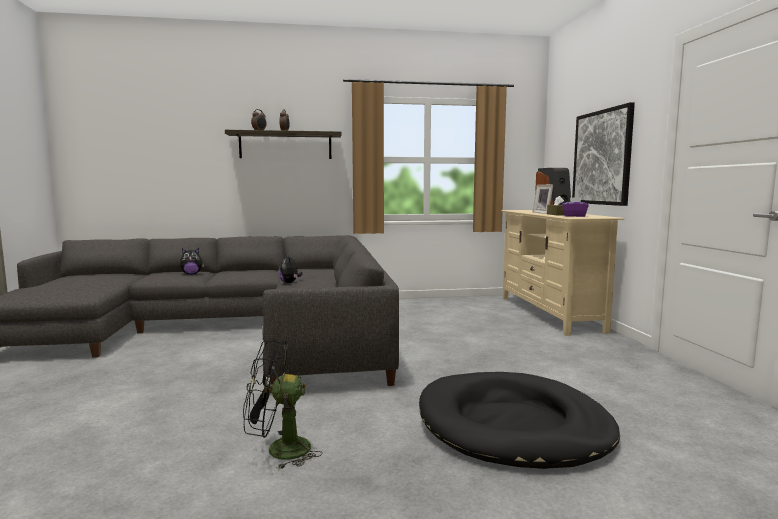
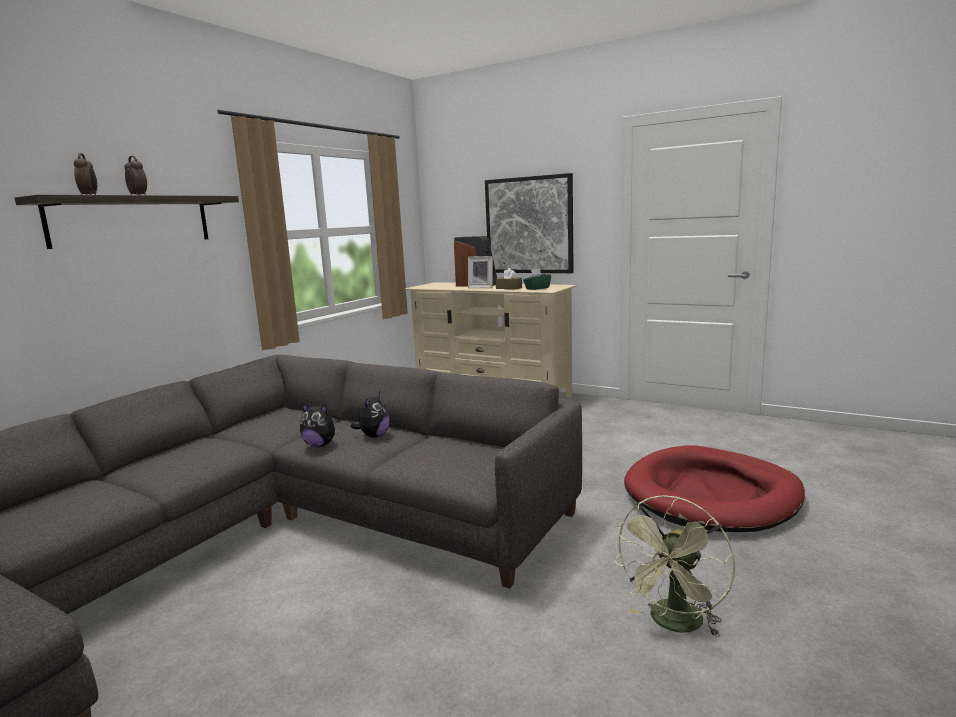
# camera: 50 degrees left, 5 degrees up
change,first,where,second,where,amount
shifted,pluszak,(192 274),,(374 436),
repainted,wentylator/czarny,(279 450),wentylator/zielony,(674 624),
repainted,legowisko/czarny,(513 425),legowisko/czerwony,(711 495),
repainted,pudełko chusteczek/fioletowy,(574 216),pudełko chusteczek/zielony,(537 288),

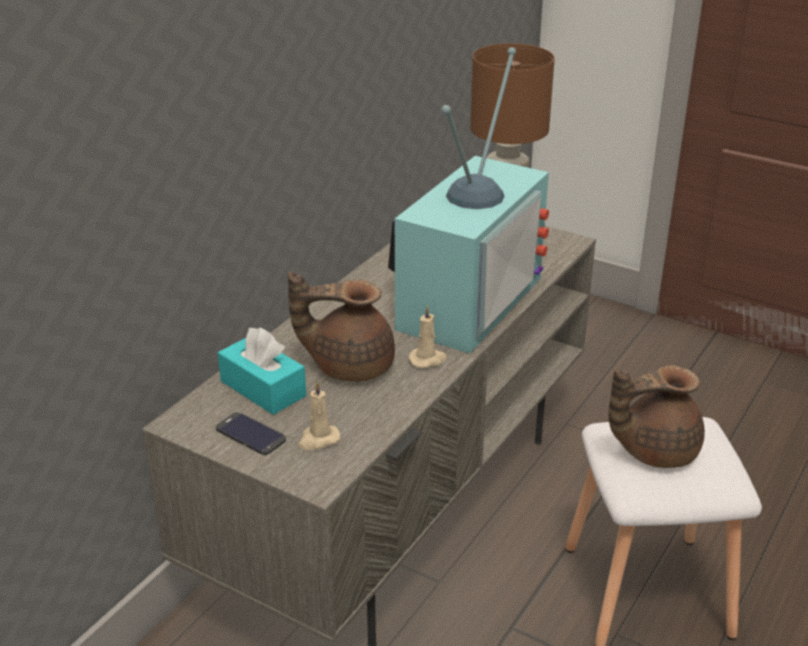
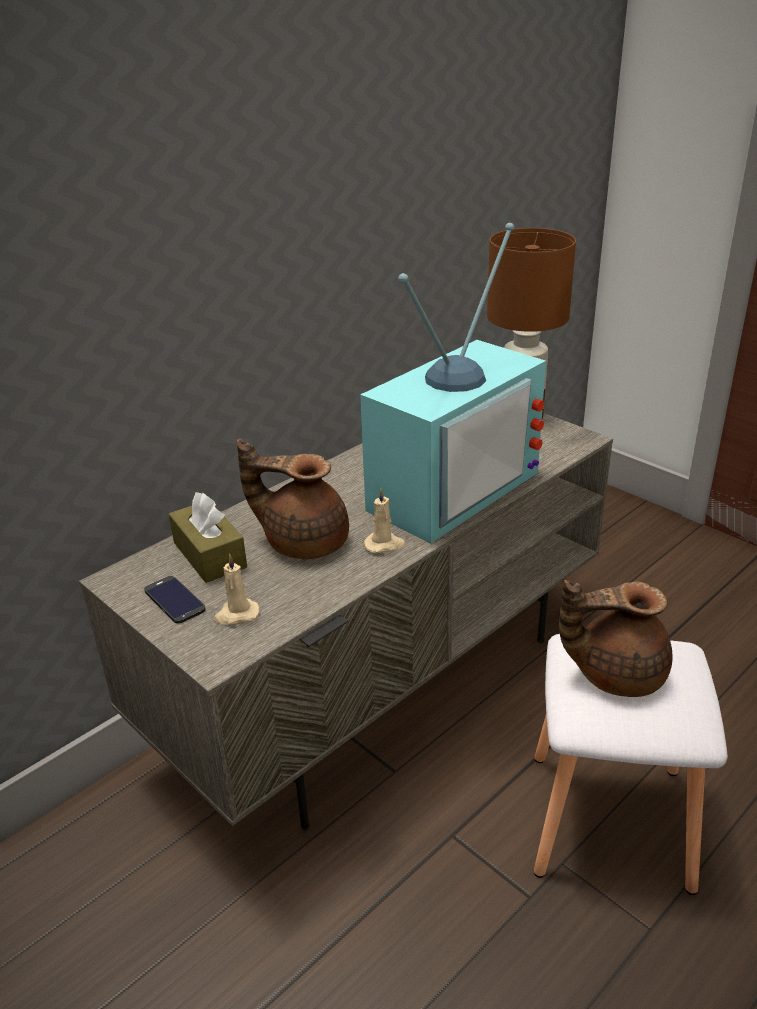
# camera: 15 degrees right, 0 degrees up
change,first,where,second,where,amount
repainted,pudełko chusteczek/turkusowy,(263 388),pudełko chusteczek/brązowy,(209 555),

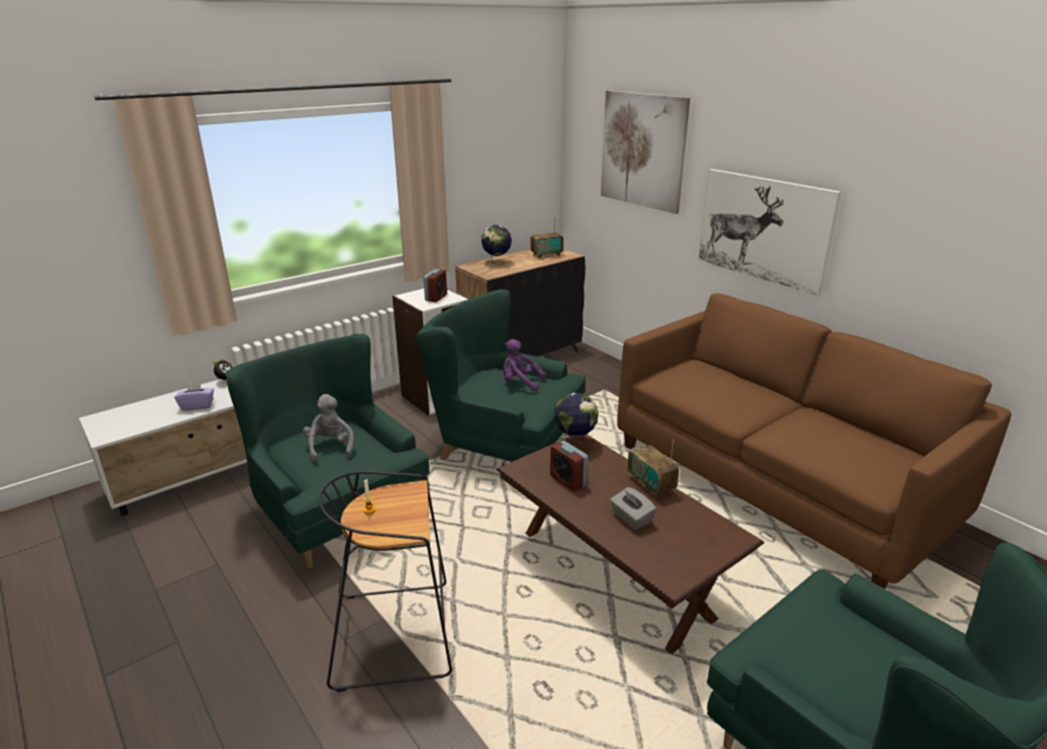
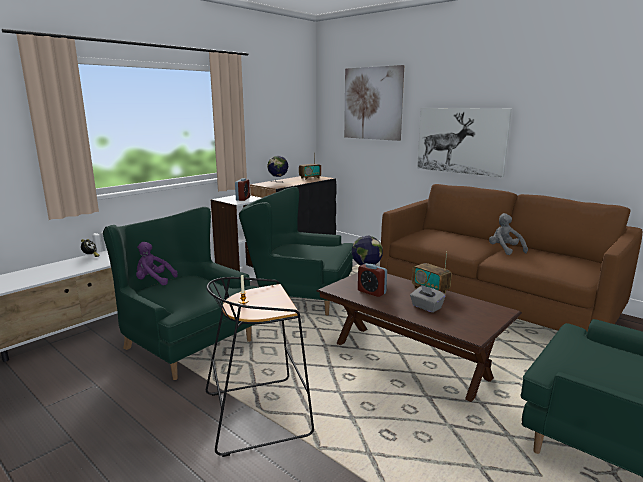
# camera: 10 degrees left, 10 degrees down
change,first,where,second,where,amount
gone,pudełko chusteczek/fioletowy,(197 406),,,
shifted,pluszak/szary,(330 447),,(504 250),
shifted,pluszak/fioletowy,(520 383),,(154 281),

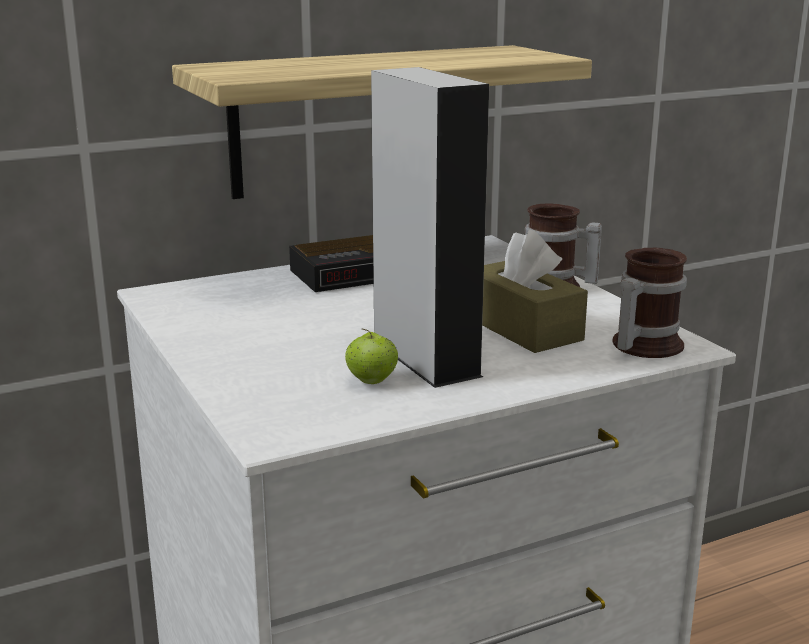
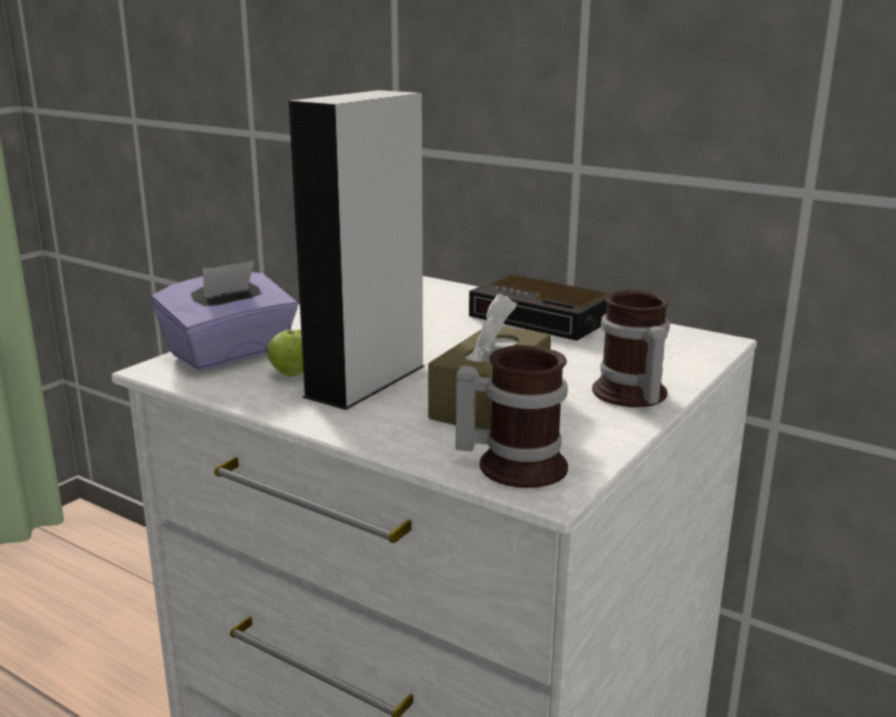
# camera: 60 degrees right, 0 degrees up
change,first,where,second,where,amount
gone,półka,(356 120),,,
new,,,pudełko chusteczek/fioletowy,(231 353),

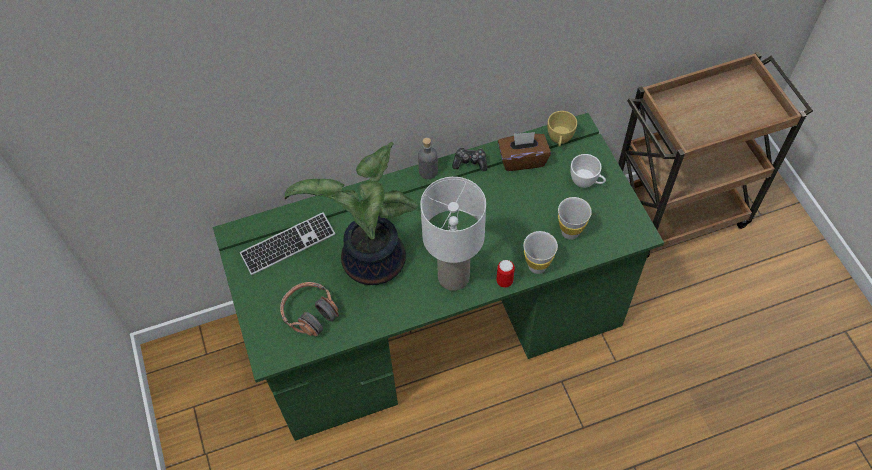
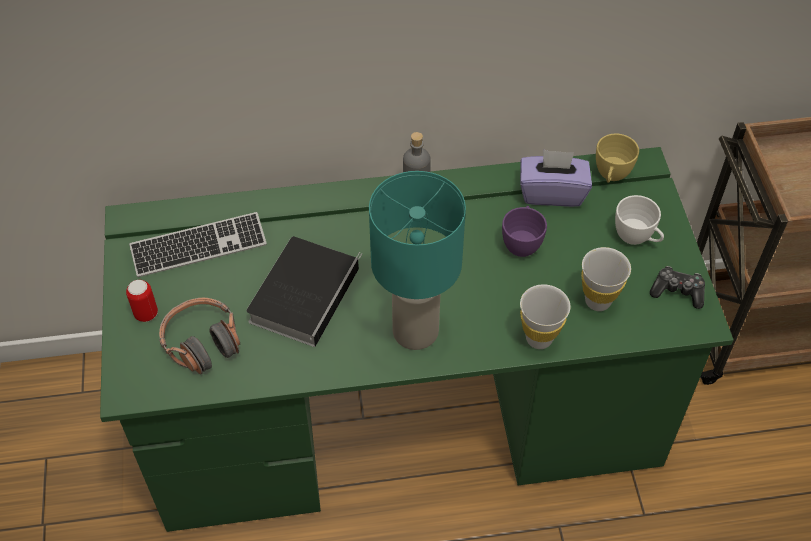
# camera: 10 degrees right, 5 degrees down
change,first,where,second,where,amount
swapped,roślina doniczkowa,(371 264),książka,(305 292),
repainted,lampa stołowa/biały,(453 276),lampa stołowa/turkusowy,(415 330),
shifted,pad do gier,(470 162),,(677 291),
shifted,puszka,(504 281),,(146 314),
repainted,pudełko chusteczek/brązowy,(522 159),pudełko chusteczek/fioletowy,(552 192),
new,,,filiżanka/fioletowy,(522 243),

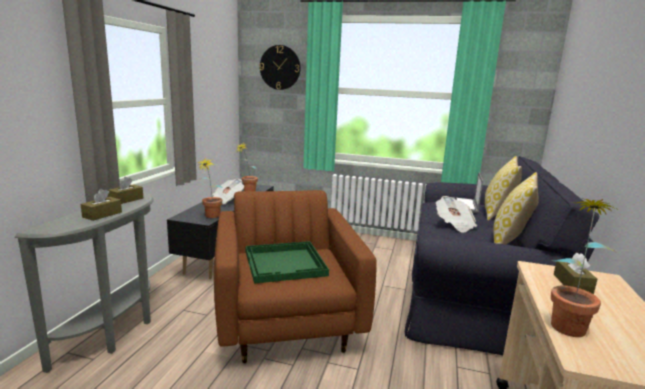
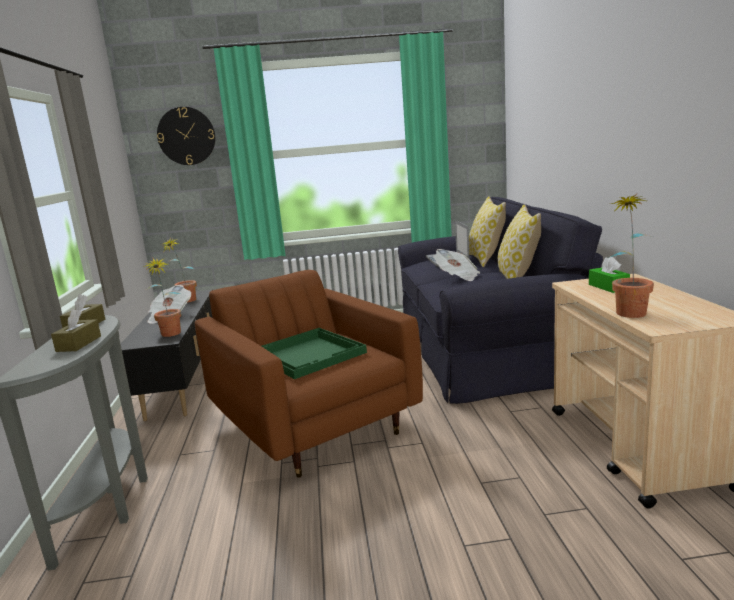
# camera: 20 degrees left, 0 degrees up
change,first,where,second,where,amount
repainted,pudełko chusteczek/brązowy,(572 284),pudełko chusteczek/zielony,(608 287),

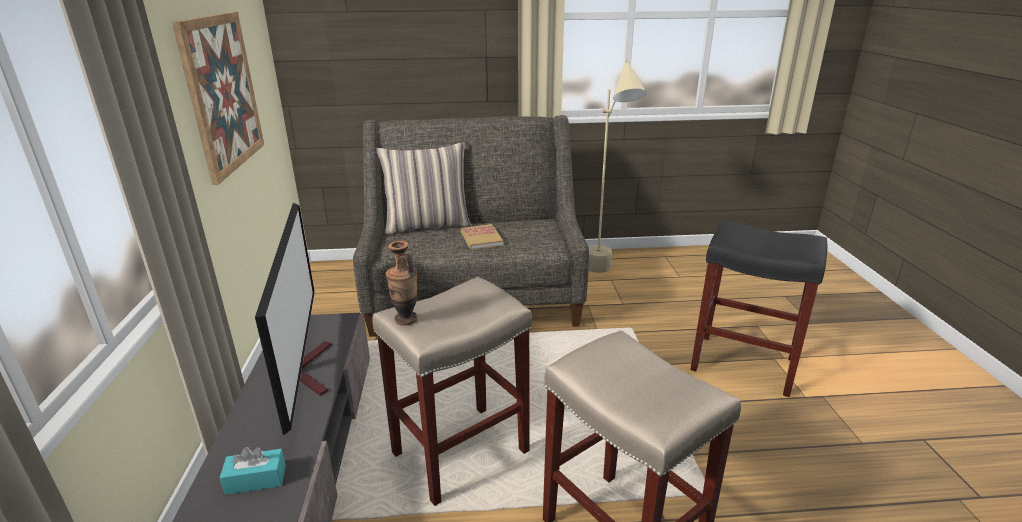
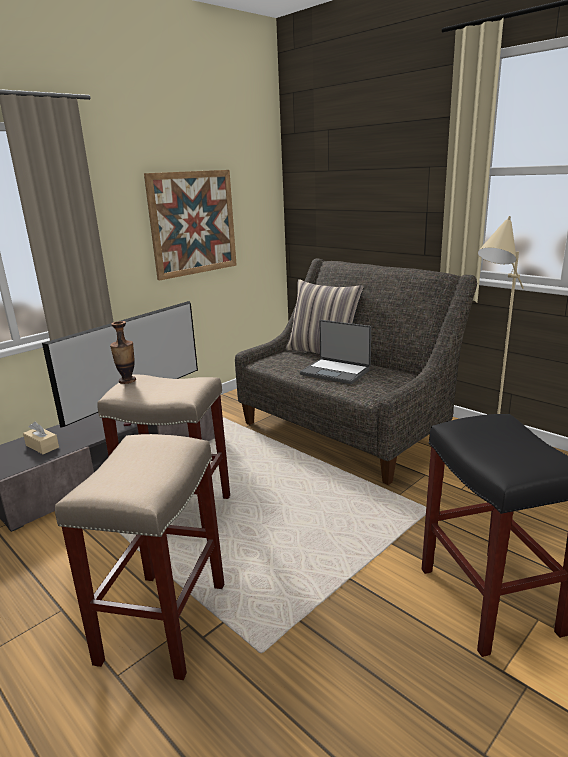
# camera: 50 degrees right, 5 degrees down
change,first,where,second,where,amount
repainted,pudełko chusteczek/turkusowy,(256 479),pudełko chusteczek/beżowy,(42 446),
swapped,książka,(481 239),laptop,(336 372),

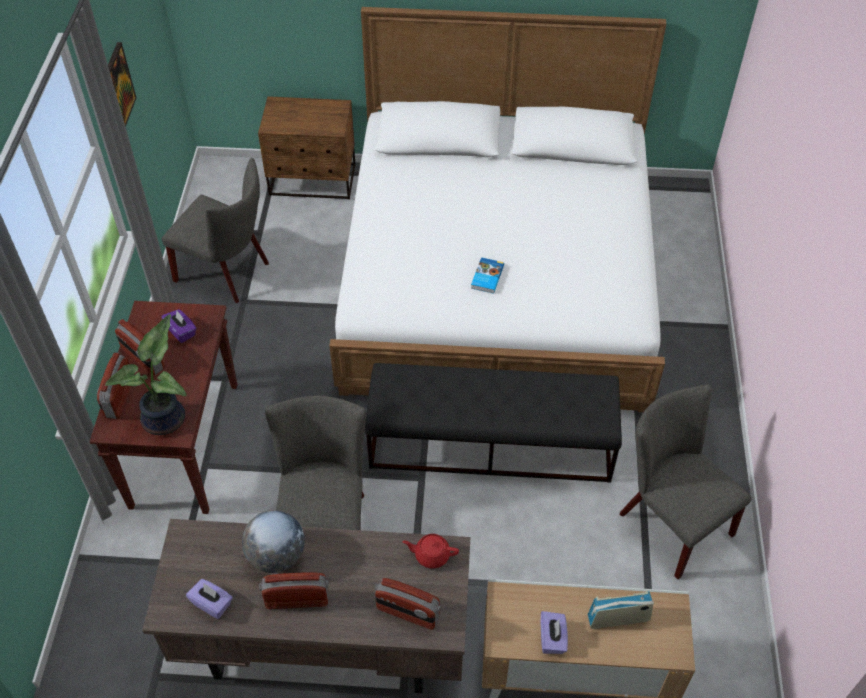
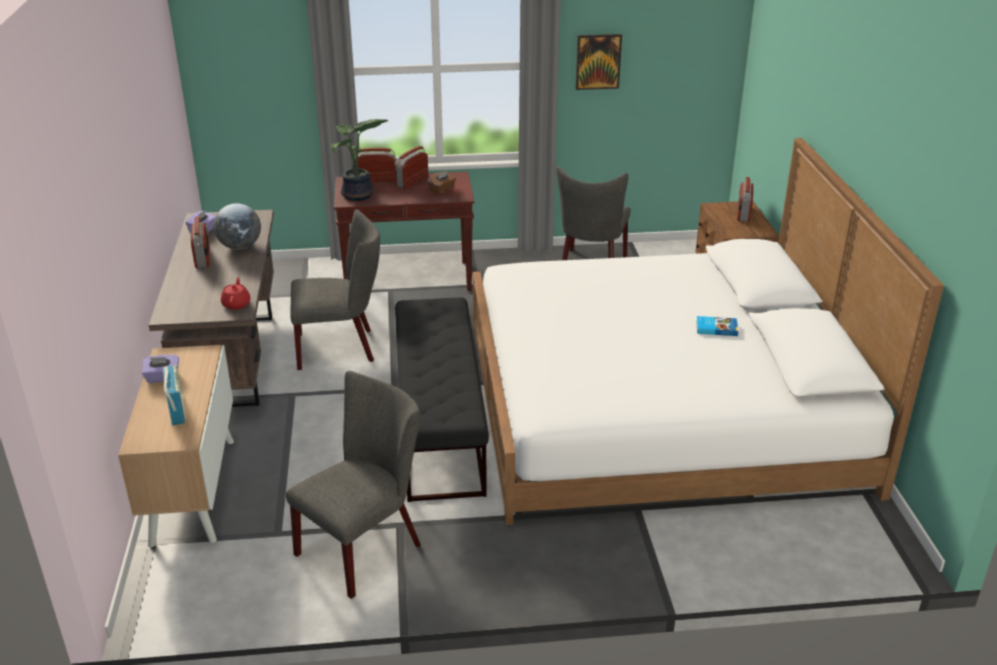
# camera: 80 degrees right, 20 degrees down
change,first,where,second,where,amount
repainted,pudełko chusteczek/fioletowy,(181 331),pudełko chusteczek/brązowy,(442 190),
shifted,radio,(407 613),,(743 214),
shifted,książka,(486 277),,(716 328),

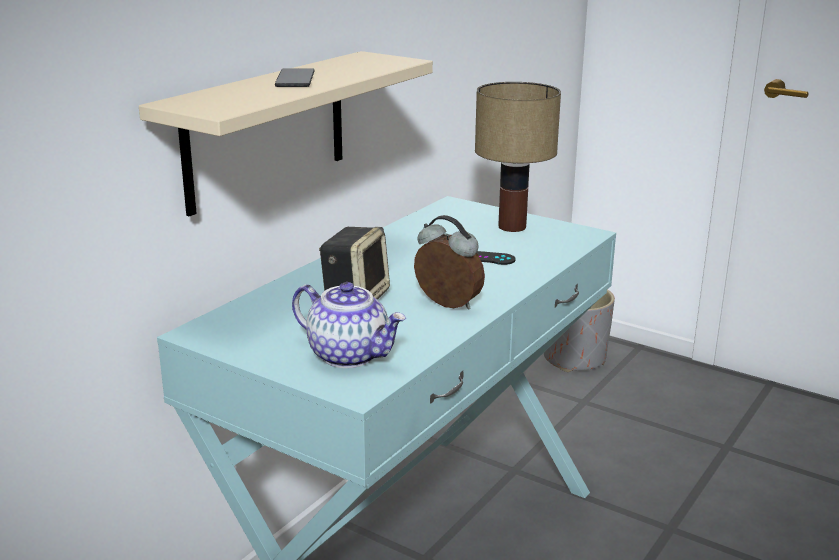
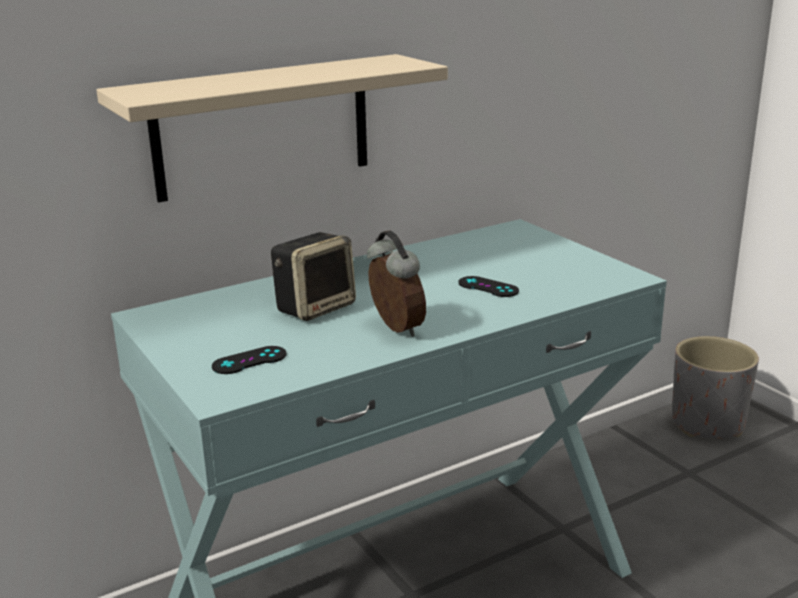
# camera: 25 degrees right, 0 degrees up
change,first,where,second,where,amount
gone,telefon,(295 79),,,
swapped,imbryk,(350 355),pad do gier/czarny,(249 360),
gone,lampa stołowa,(513 227),,,

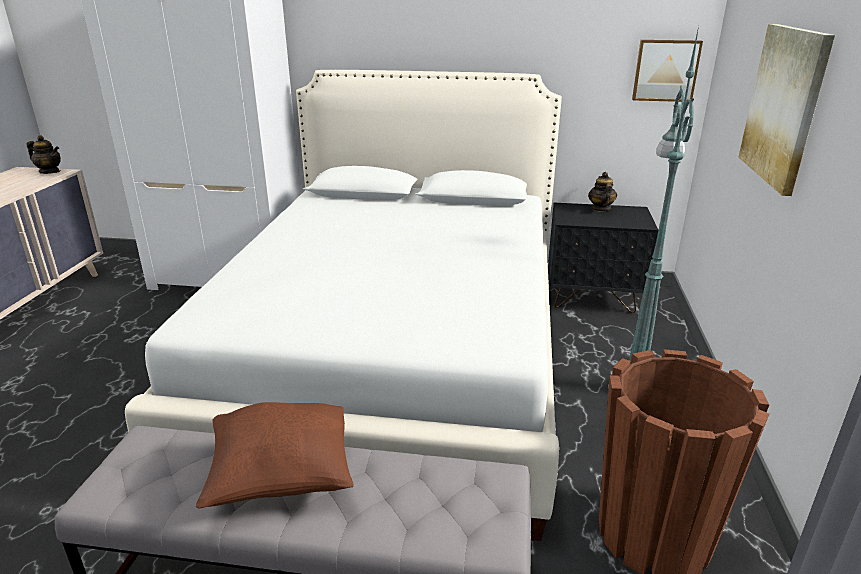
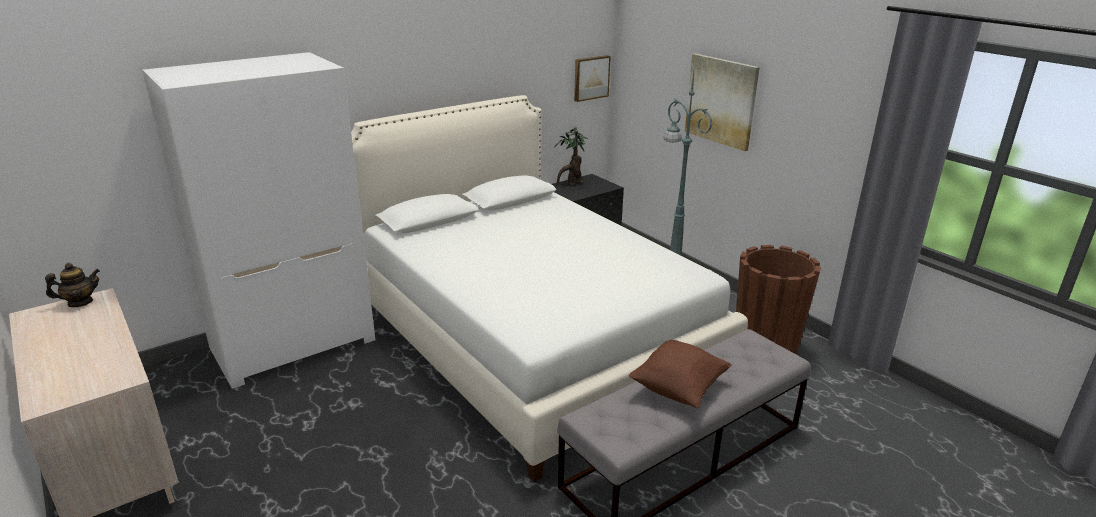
# camera: 45 degrees left, 0 degrees up
change,first,where,second,where,amount
swapped,imbryk,(600 209),roślina doniczkowa,(571 183),

